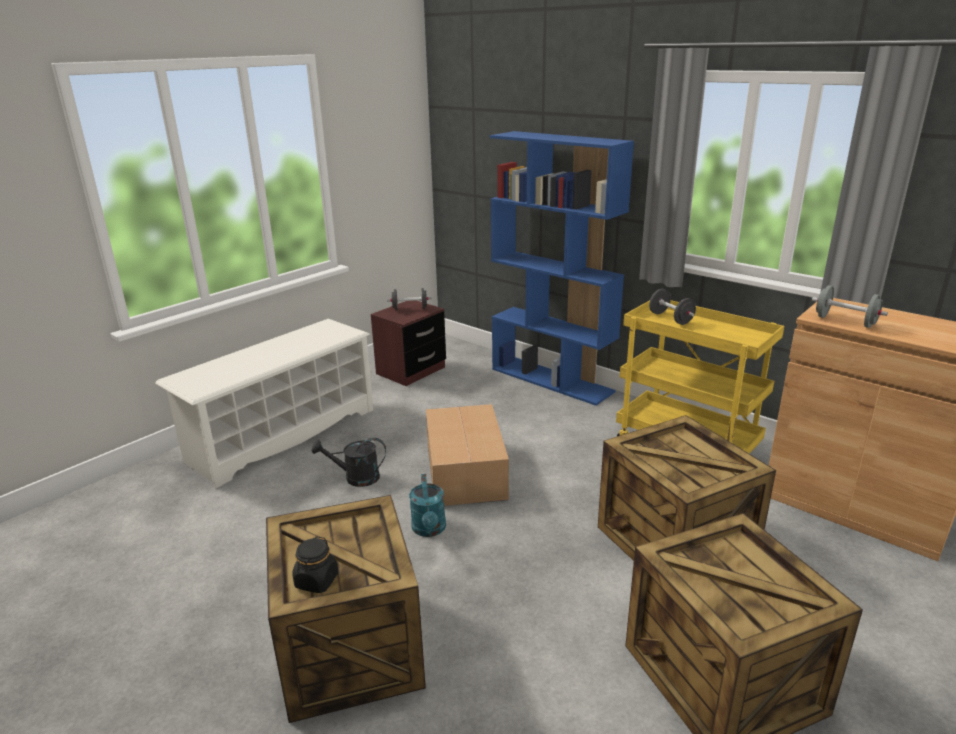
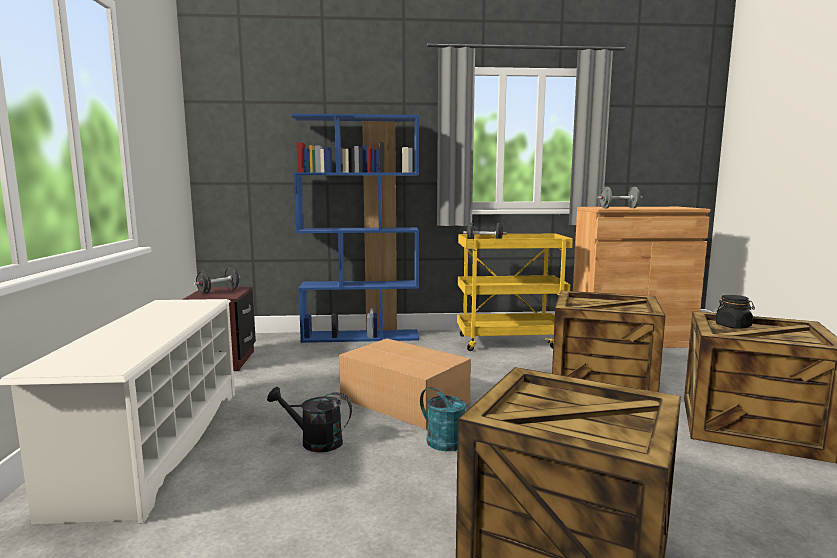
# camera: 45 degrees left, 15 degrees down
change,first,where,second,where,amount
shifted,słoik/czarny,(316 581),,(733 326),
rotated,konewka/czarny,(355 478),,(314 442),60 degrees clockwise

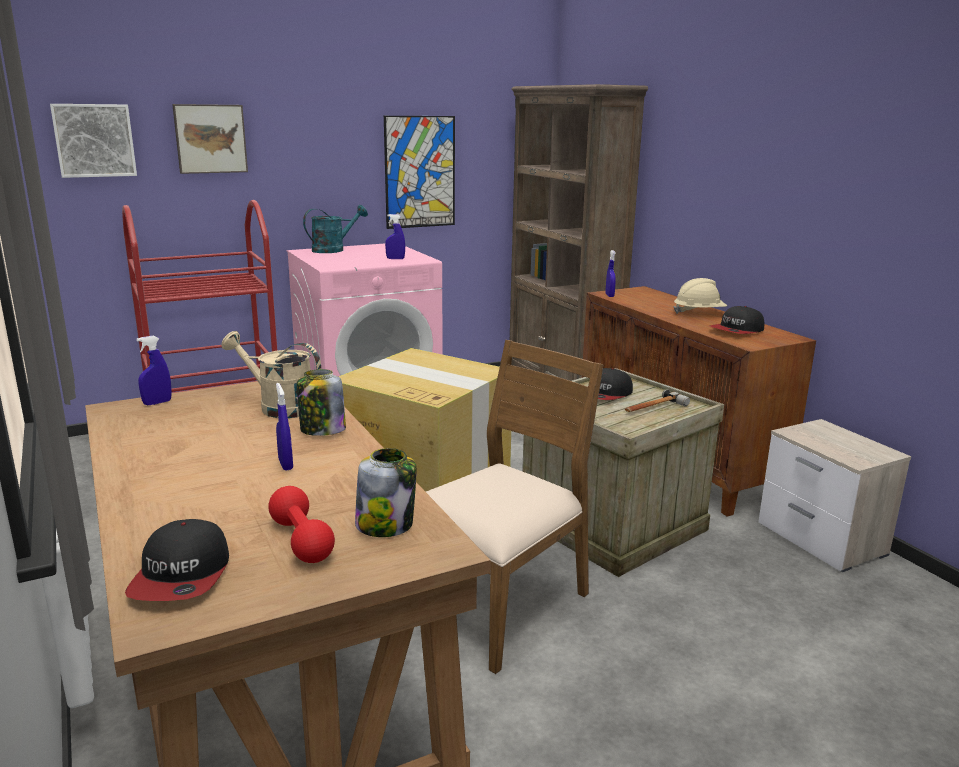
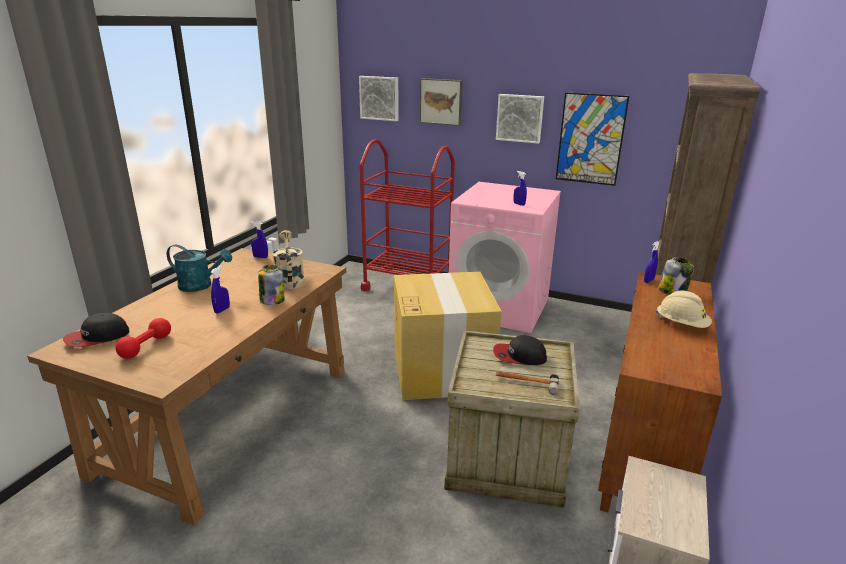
# camera: 50 degrees right, 5 degrees up
change,first,where,second,where,amount
shifted,konewka/turkusowy,(333 249),,(201 286),
shifted,słoik,(386 525),,(672 291),
gone,krzesło/brązowy,(498 604),,,
gone,czapka z daszkiem,(737 331),,,
new,,,obraz,(520 118),

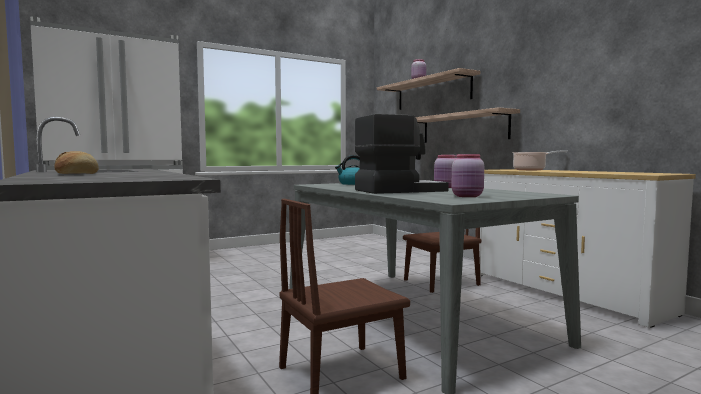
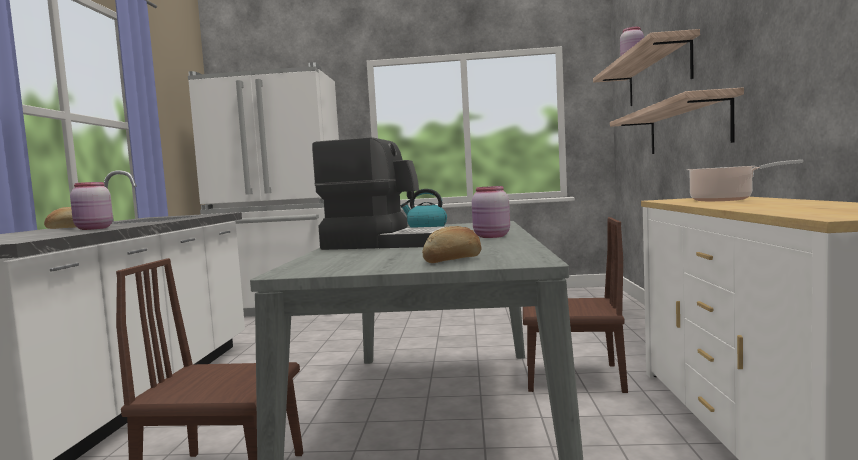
# camera: 35 degrees right, 0 degrees up
change,first,where,second,where,amount
shifted,słoik/różowy,(468 196),,(93 229),
new,,,chleb,(453 260),

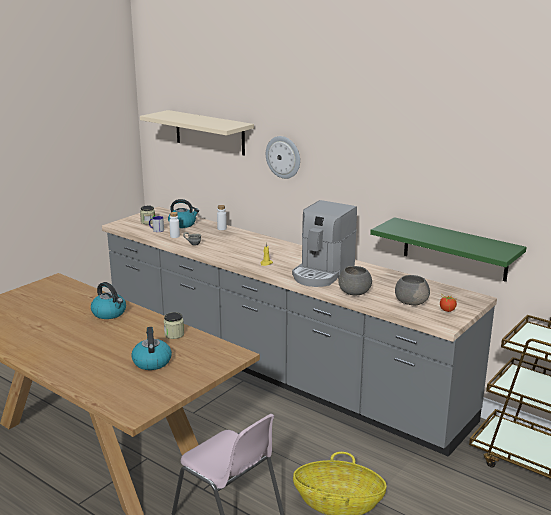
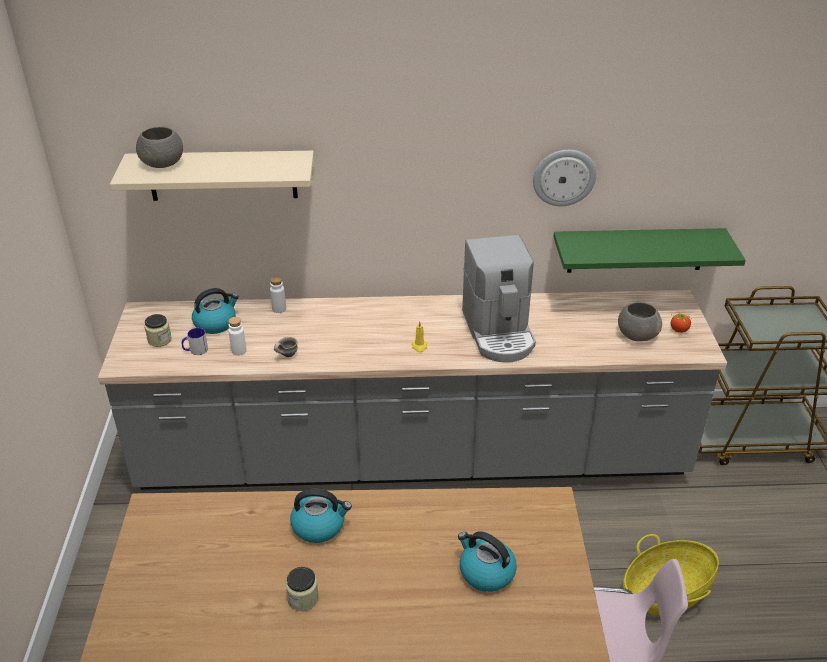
# camera: 40 degrees left, 15 degrees up
change,first,where,second,where,amount
shifted,słoik,(174 334),,(303 598),
shifted,zegar ścienny,(283 157),,(564 177),
shifted,miska/szary,(354 293),,(162 164),

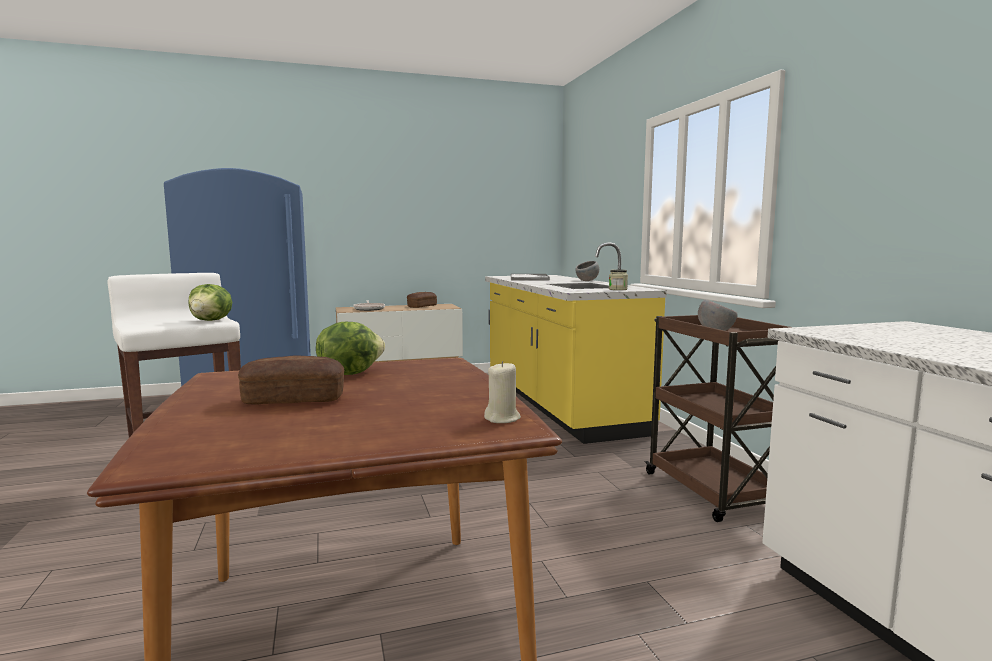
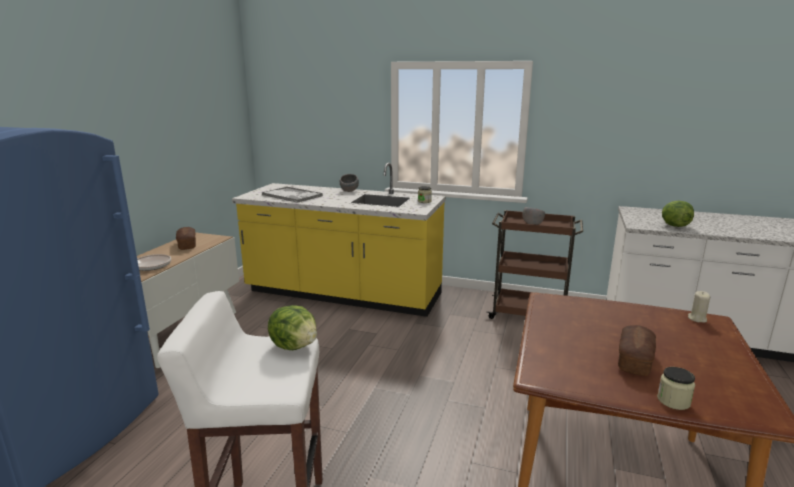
# camera: 55 degrees left, 10 degrees up
change,first,where,second,where,amount
shifted,sałata,(349 373),,(674 225),
new,,,słoik,(673 401),

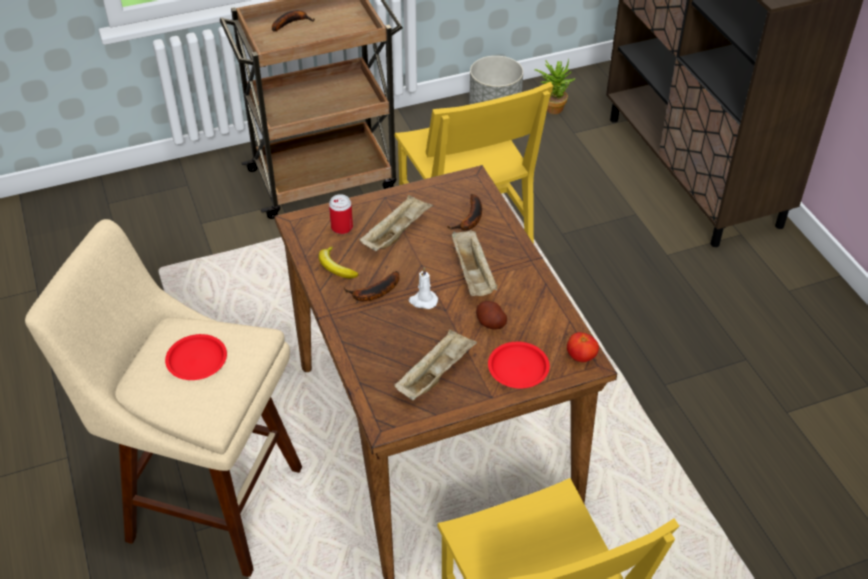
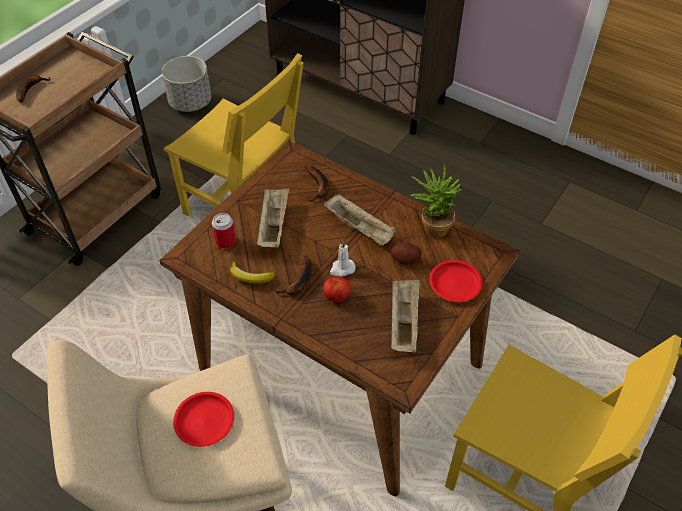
# camera: 35 degrees left, 5 degrees up
change,first,where,second,where,amount
shifted,roślina doniczkowa,(552 107),,(431 227),
shifted,pomidor,(581 357),,(337 297),

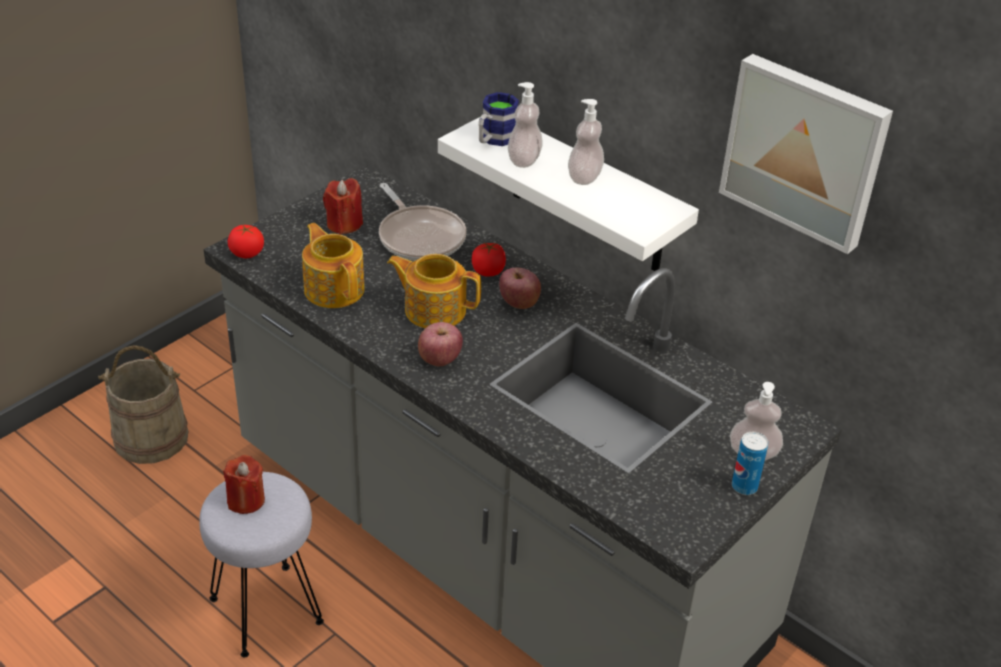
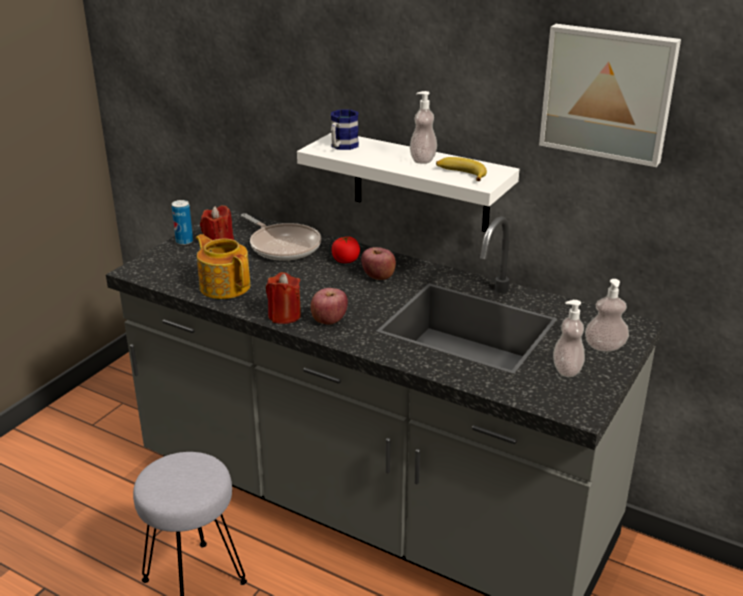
# camera: 10 degrees left, 10 degrees down
change,first,where,second,where,amount
gone,wiadro/beżowy,(151 437),,,
shifted,świeca/czerwony,(246 500),,(284 316),
gone,pomidor,(247 253),,,
gone,imbryk,(434 309),,,
shifted,dozownik mydła,(524 160),,(567 369),
shifted,puszka,(744 486),,(184 241),
new,,,banan,(461 174),

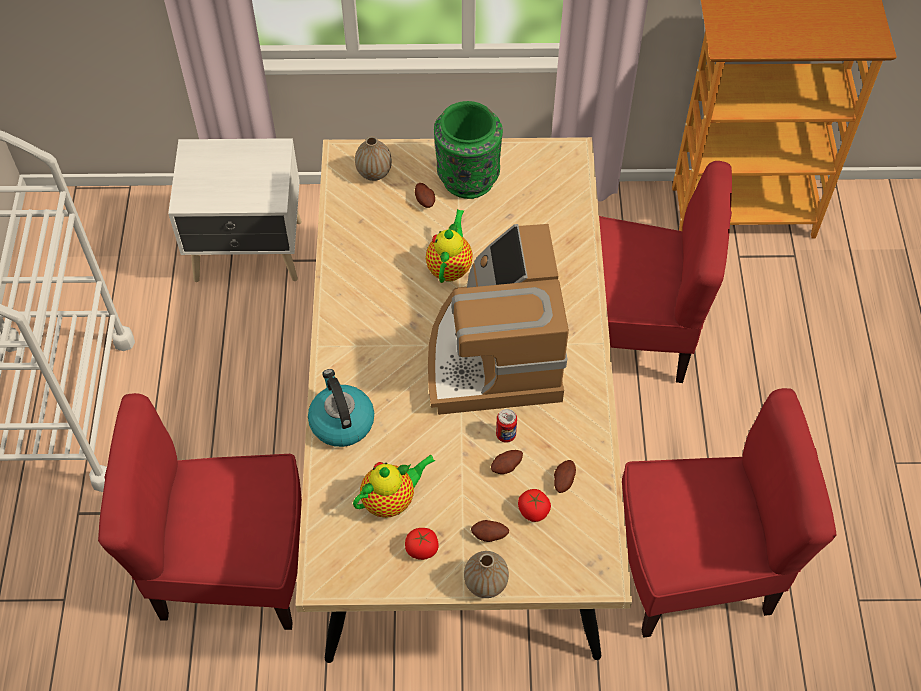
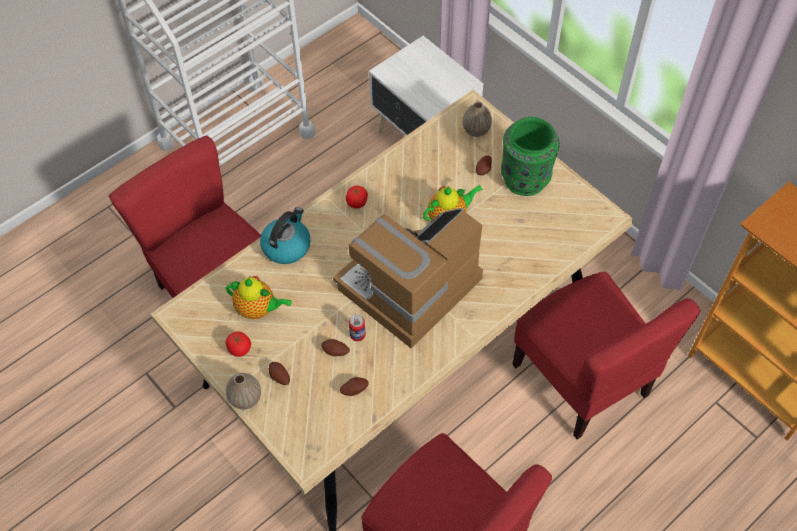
# camera: 50 degrees right, 0 degrees up
change,first,where,second,where,amount
shifted,pomidor,(533 511),,(357 202),

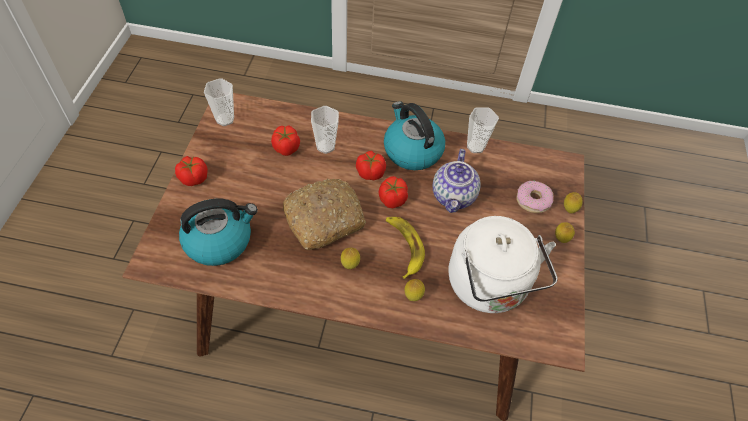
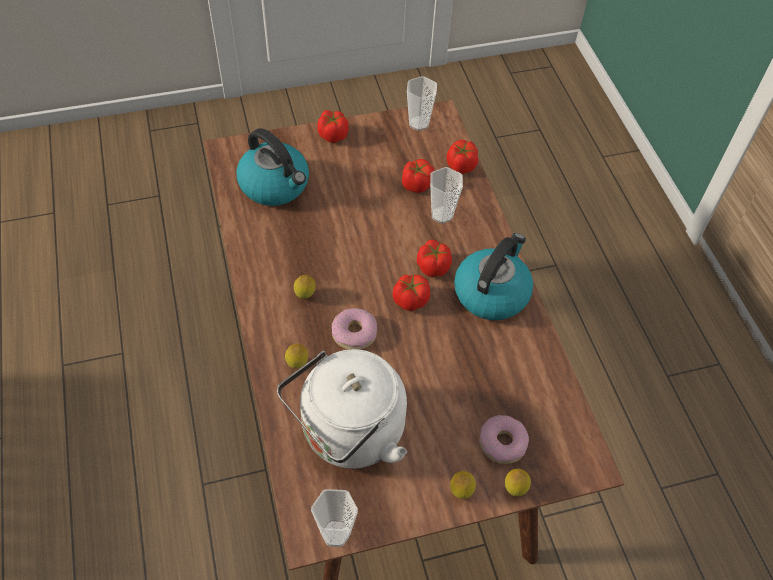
# camera: 65 degrees right, 0 degrees up
change,first,where,second,where,amount
gone,chleb,(325 218),,,
swapped,banan,(403 247),donut,(354 333),
gone,imbryk,(454 196),,,
shifted,filiżanka,(475 146),,(335 533),
new,,,pomidor,(461 166),

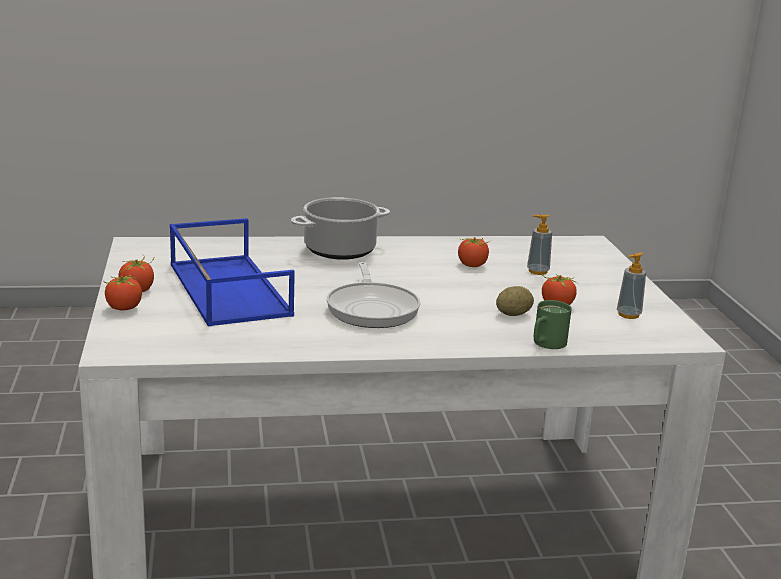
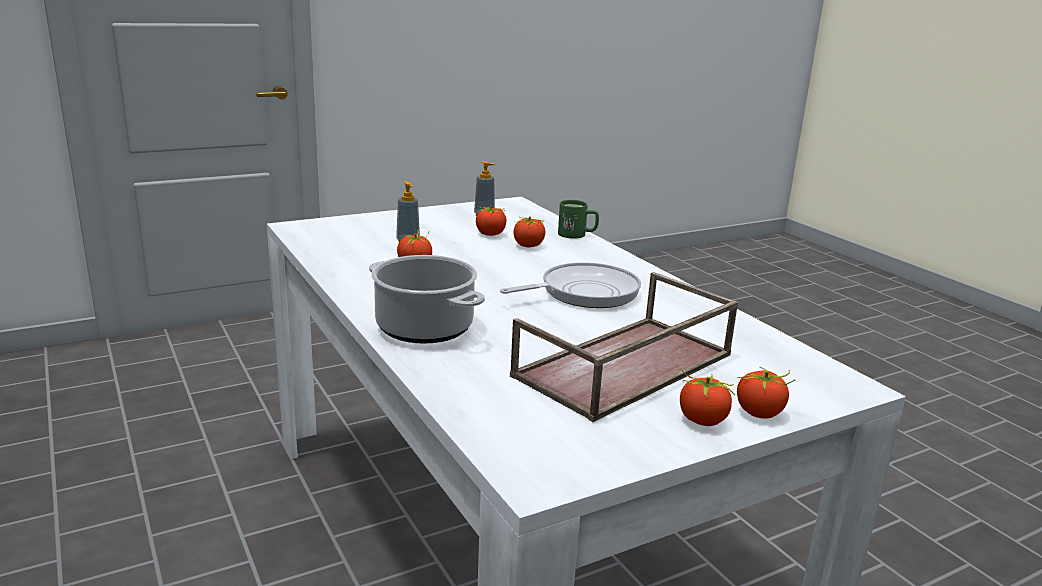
# camera: 110 degrees left, 0 degrees up
change,first,where,second,where,amount
repainted,taca/niebieski,(226 289),taca/brązowy,(624 367),
swapped,ziemniak,(513 314),pomidor,(529 246),

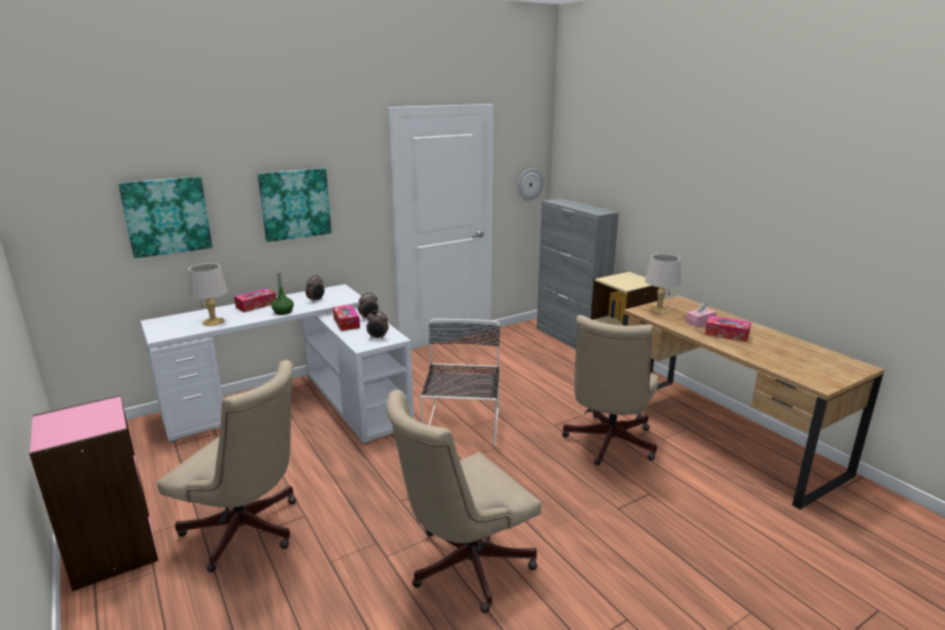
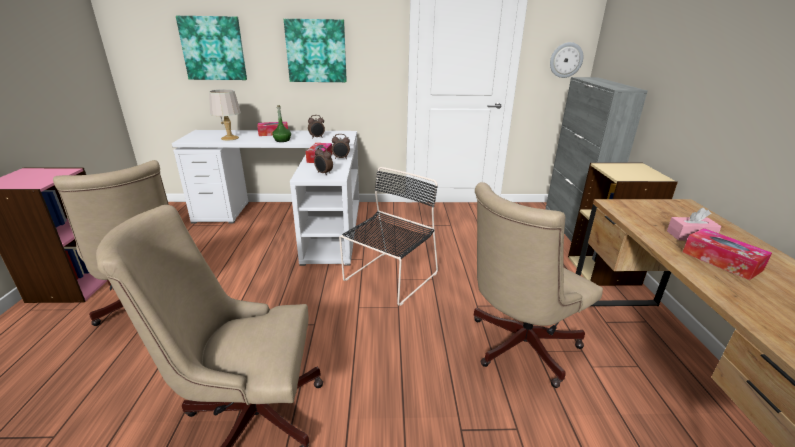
# camera: 30 degrees right, 5 degrees up
change,first,where,second,where,amount
gone,lampa stołowa/szary,(658 310),,,

